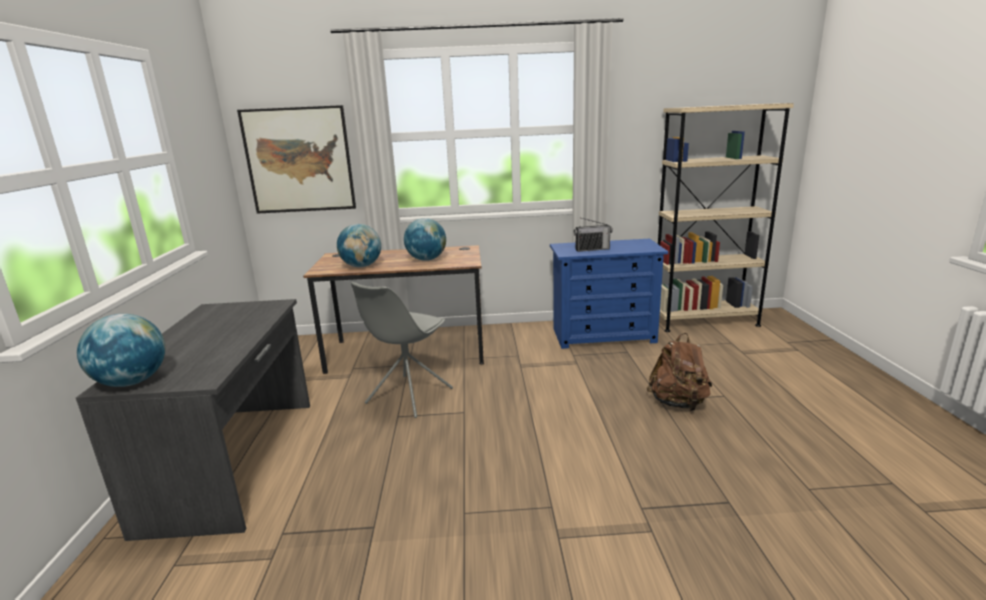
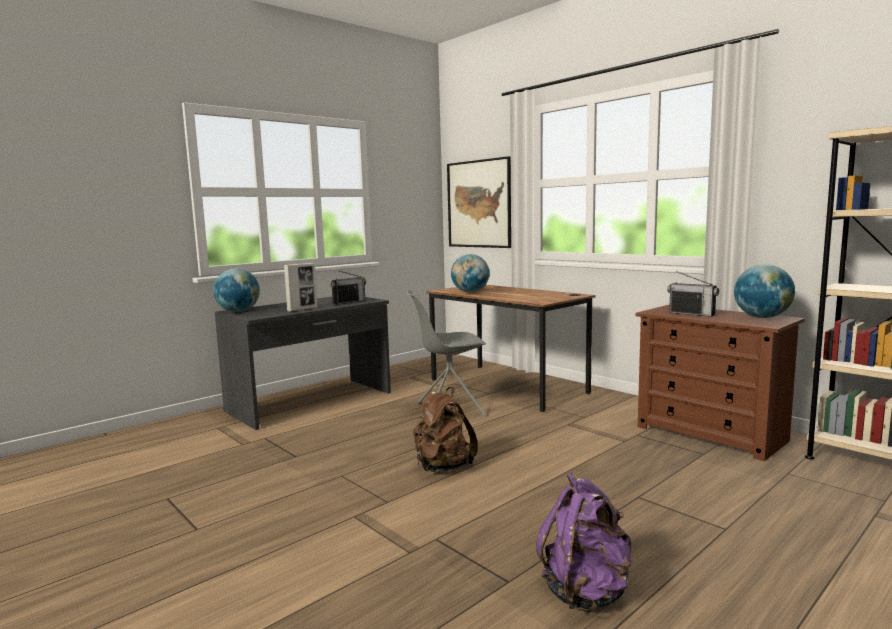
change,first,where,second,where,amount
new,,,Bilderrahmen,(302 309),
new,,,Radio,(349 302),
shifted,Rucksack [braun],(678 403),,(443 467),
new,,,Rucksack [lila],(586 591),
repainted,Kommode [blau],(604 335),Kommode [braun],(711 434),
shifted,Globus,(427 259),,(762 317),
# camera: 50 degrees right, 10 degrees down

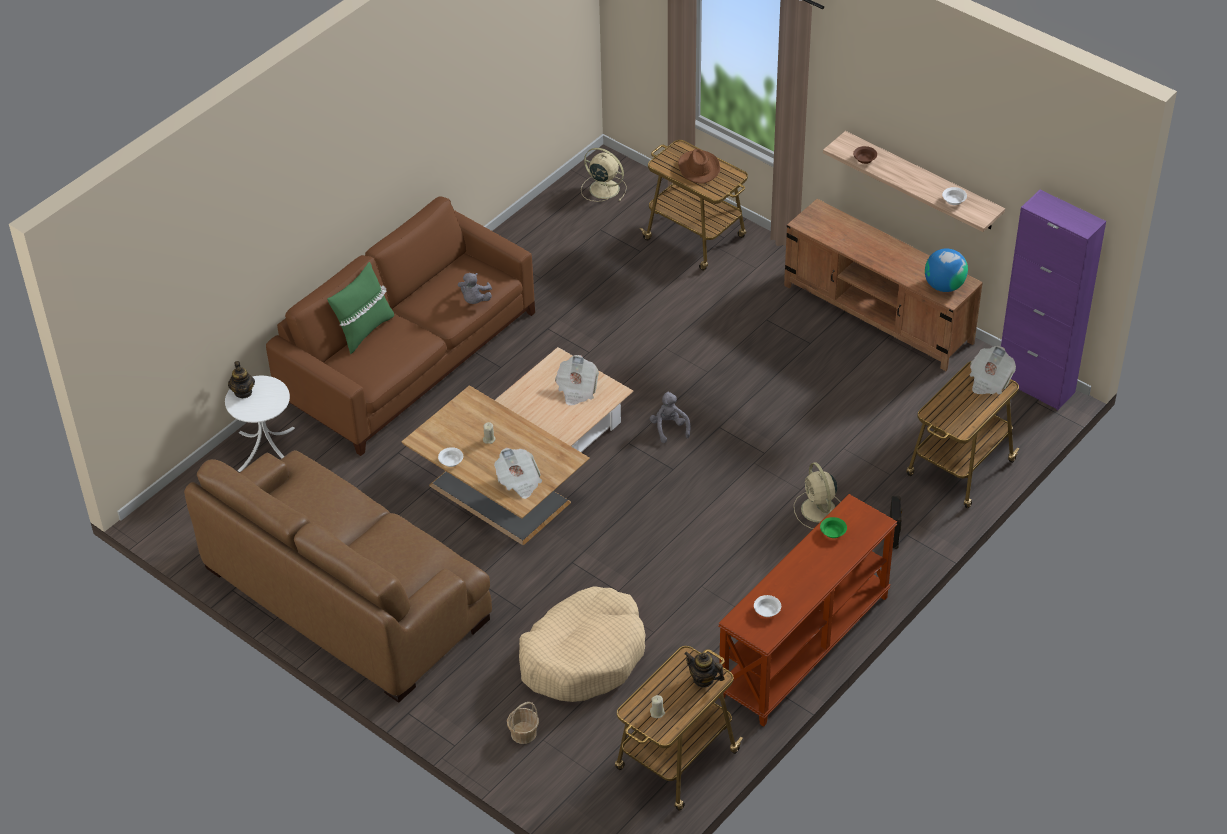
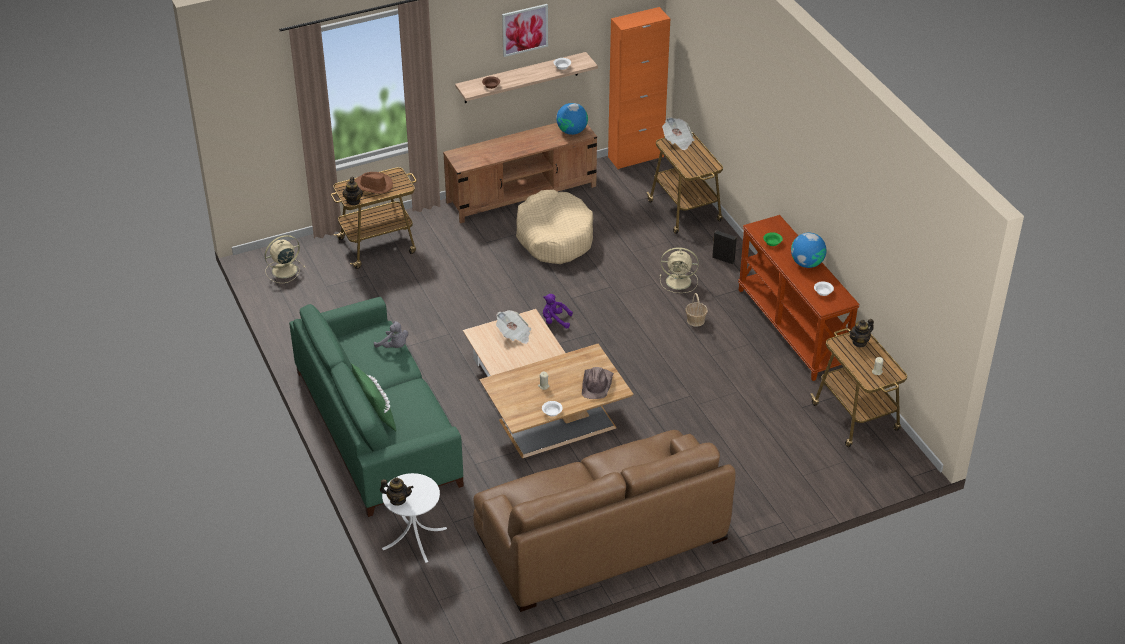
change,first,where,second,where,amount
repainted,Sofa [braun],(410 357),Sofa [grün],(378 427),
new,,,Teekanne,(353 201),
new,,,Bild,(524 29),
shifted,Hundebett [beige],(583 656),,(554 237),
repainted,Plüschtier [grau],(669 428),Plüschtier [lila],(555 321),
swapped,Zeitung,(519 481),Hut [braun],(597 384),
repainted,Schrank [lila],(1035 385),Schrank [orange],(635 157),
shifted,Korb,(523 733),,(695 320),
new,,,Globus,(807 263),
# camera: 65 degrees left, 5 degrees down

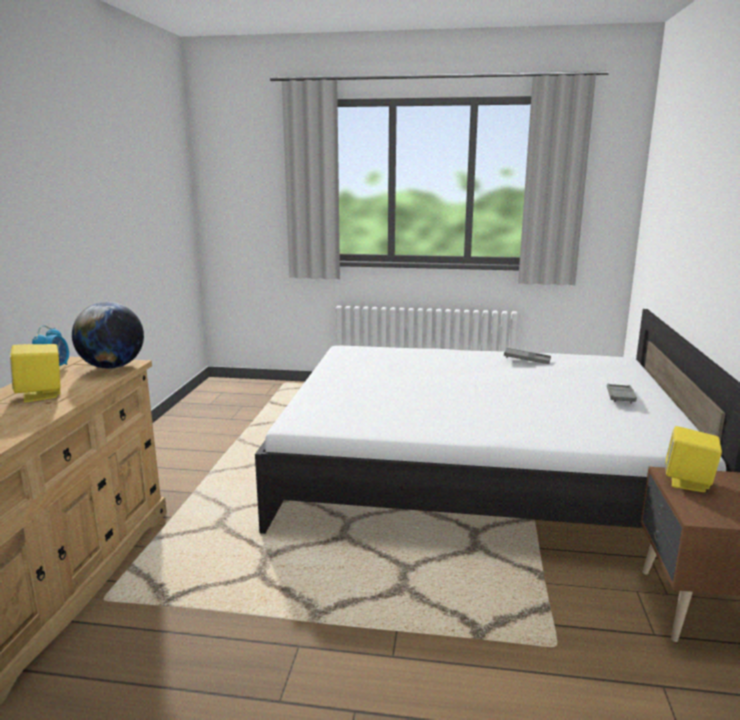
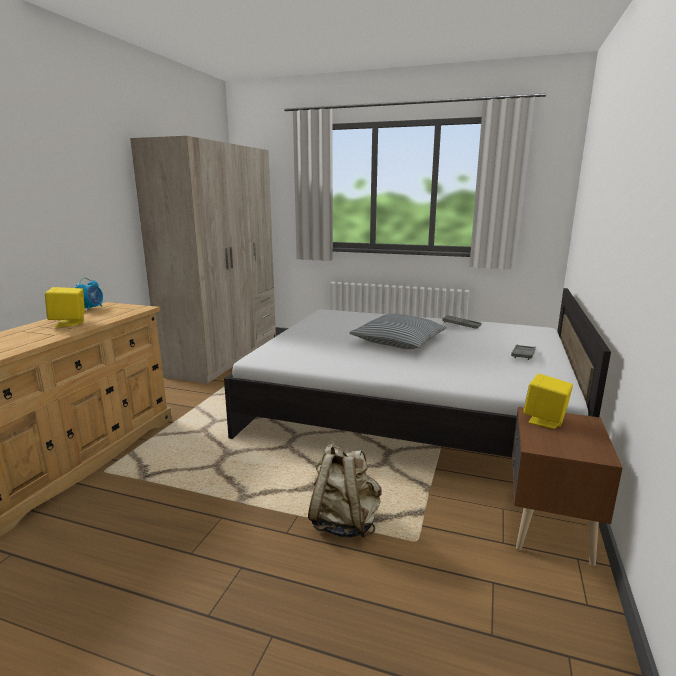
change,first,where,second,where,amount
new,,,Kleiderschrank [beige],(224 356),
new,,,Rucksack [beige],(344 522),
new,,,Kissen,(398 341),
gone,Globus,(112 367),,,
# camera: 10 degrees right, 0 degrees up

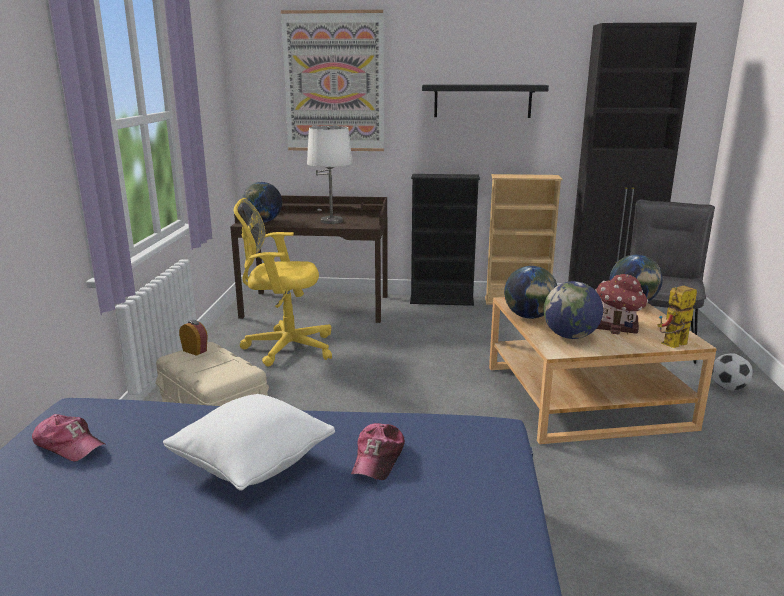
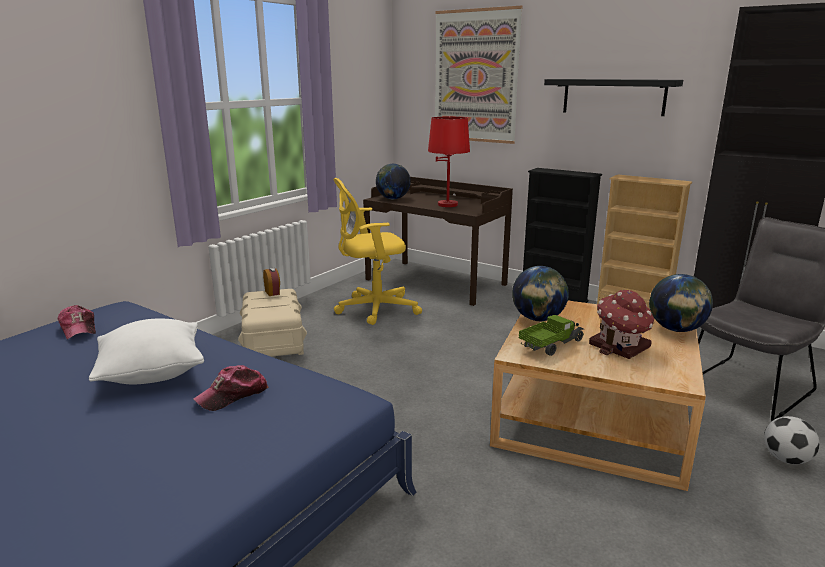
change,first,where,second,where,amount
rotated,Bürostuhl [gelb],(285 347),,(373 309),45 degrees counterclockwise
repainted,Tischlampe [weiß],(331 221),Tischlampe [rot],(447 205),
swapped,Globus,(570 336),Spielzeuglaster,(551 345),
gone,Spielzeugroboter,(672 346),,,
# camera: 30 degrees right, 0 degrees up

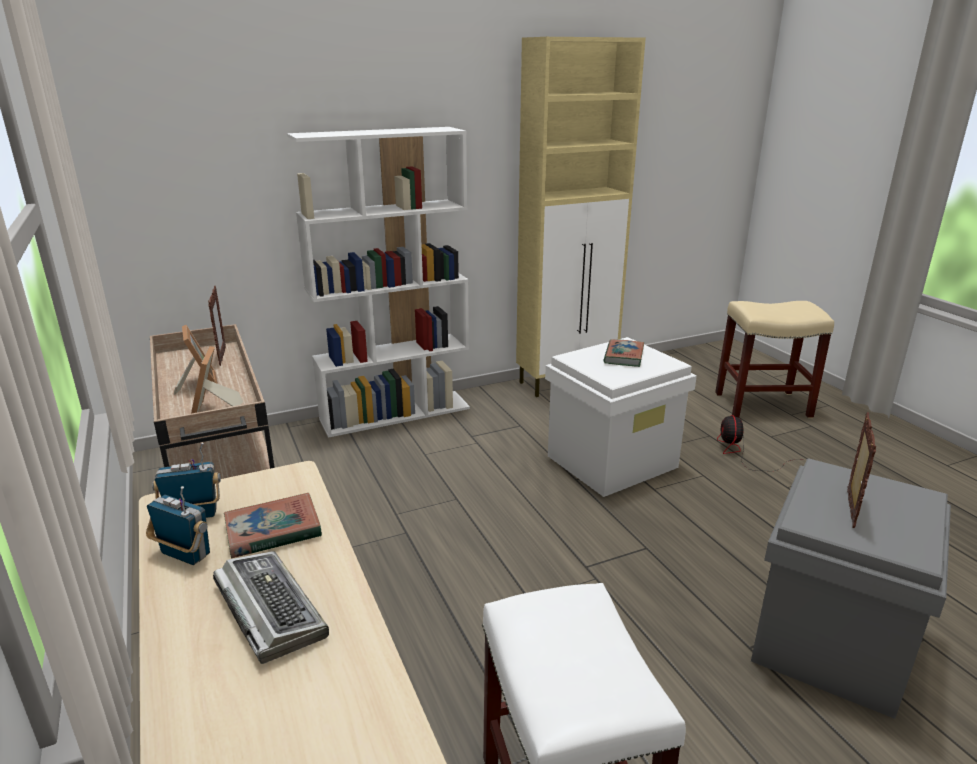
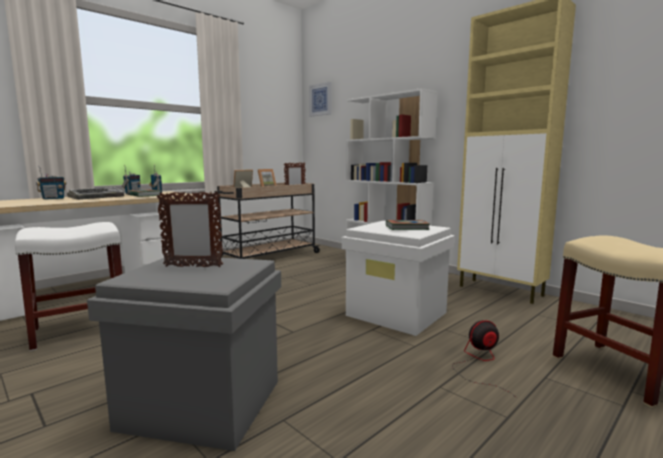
change,first,where,second,where,amount
new,,,Radio,(53 198),
new,,,Bild,(320 99),
# camera: 70 degrees right, 15 degrees down

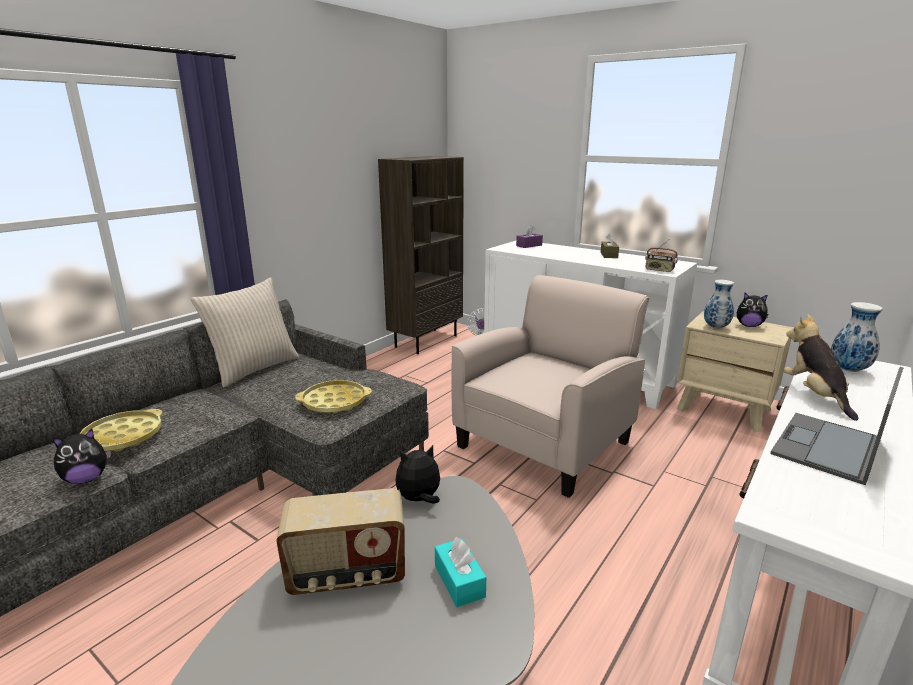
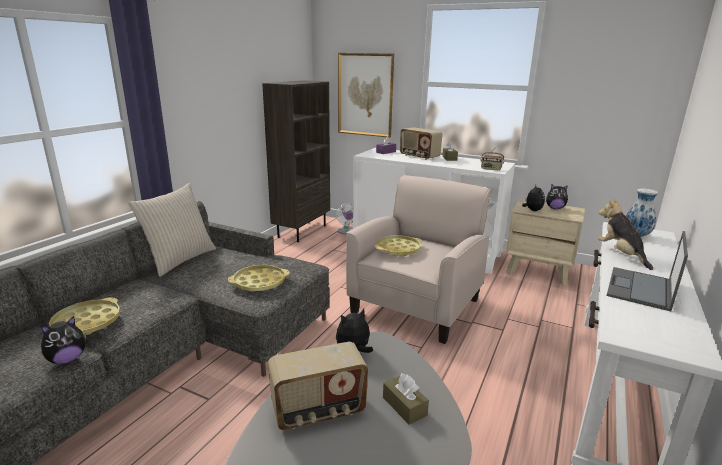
change,first,where,second,where,amount
new,,,Bild,(365 95),
new,,,Tablett [gelb],(398 249),
repainted,Taschentuchbox [türkis],(459 581),Taschentuchbox [braun],(404 406),
new,,,Radio,(419 156),
swapped,Vase,(715 327),Plüschtier,(532 210),
# camera: 10 degrees left, 0 degrees up

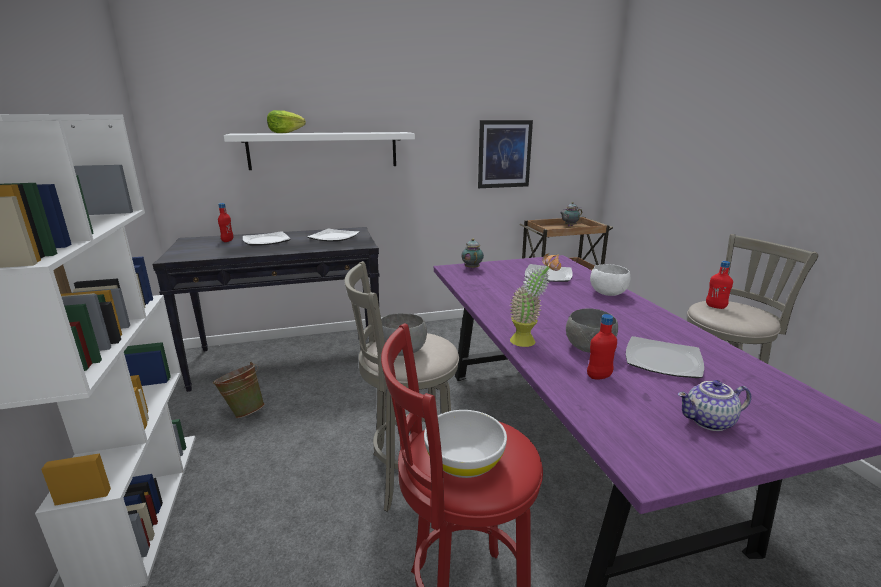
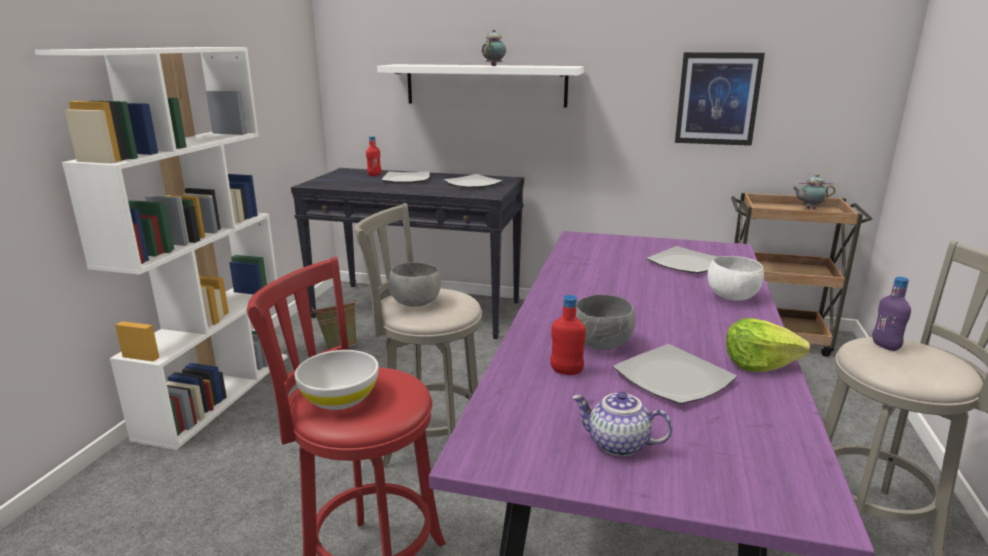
change,first,where,second,where,amount
shifted,Teekanne,(472 268),,(494 66),
shifted,Salatkopf,(285 133),,(758 364),
repainted,Flasche [rot],(715 306),Flasche [lila],(885 346),
gone,Topfpflanze,(529 341),,,
# camera: 30 degrees right, 0 degrees up

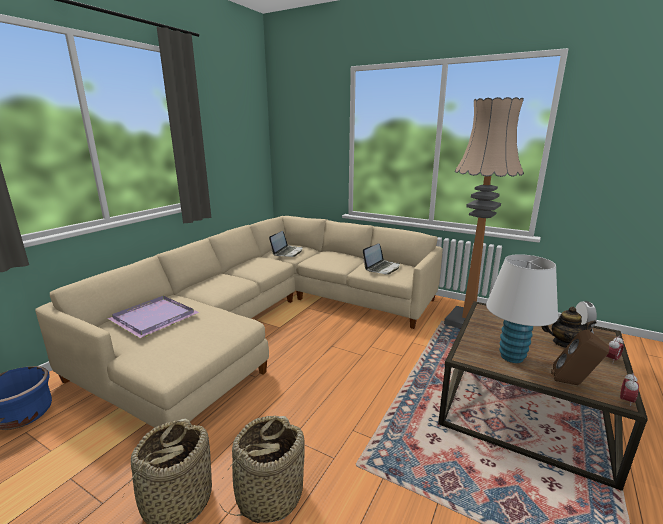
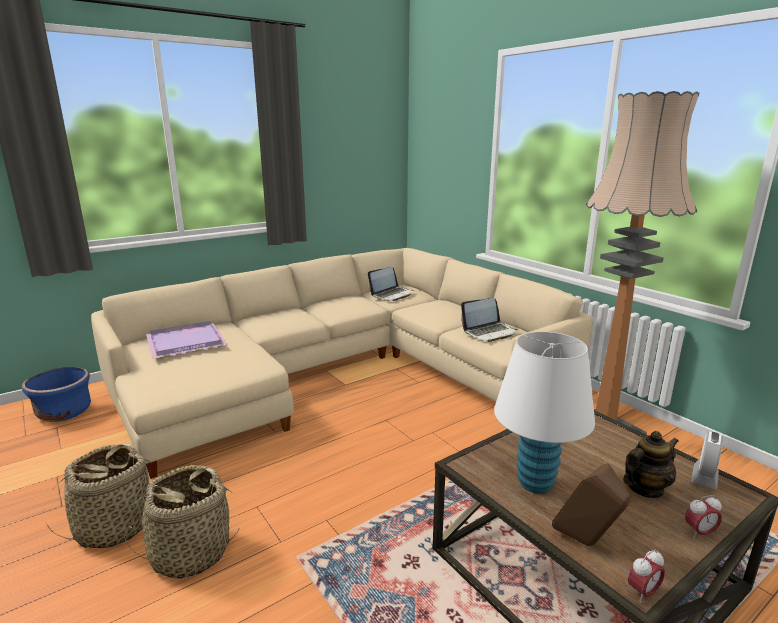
change,first,where,second,where,amount
rotated,Teekanne,(564 343),,(645 488),75 degrees counterclockwise
# camera: 25 degrees right, 0 degrees up

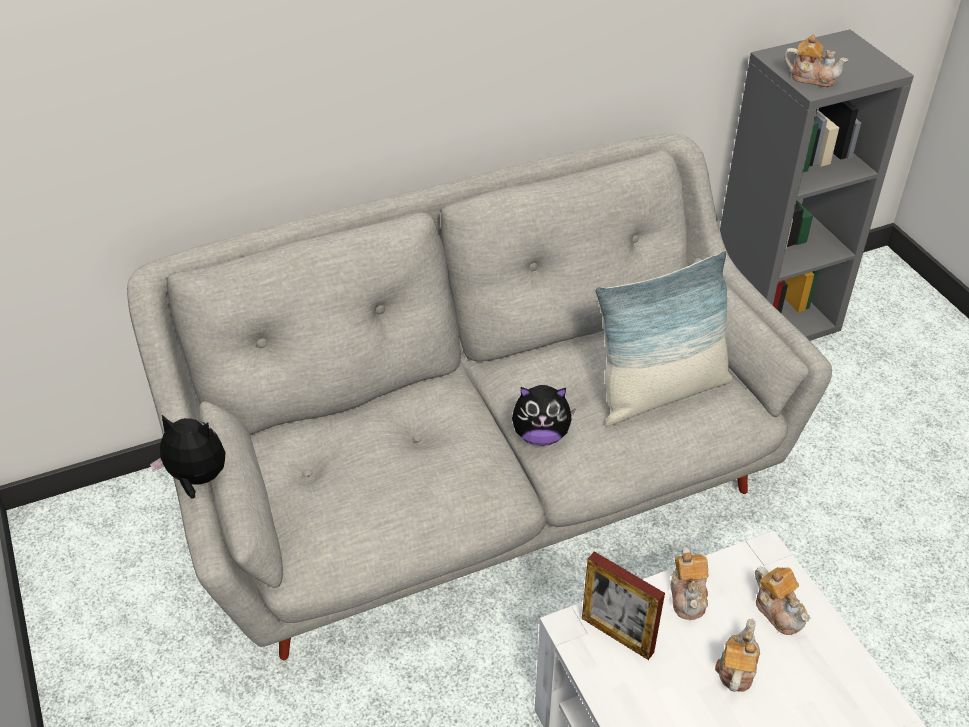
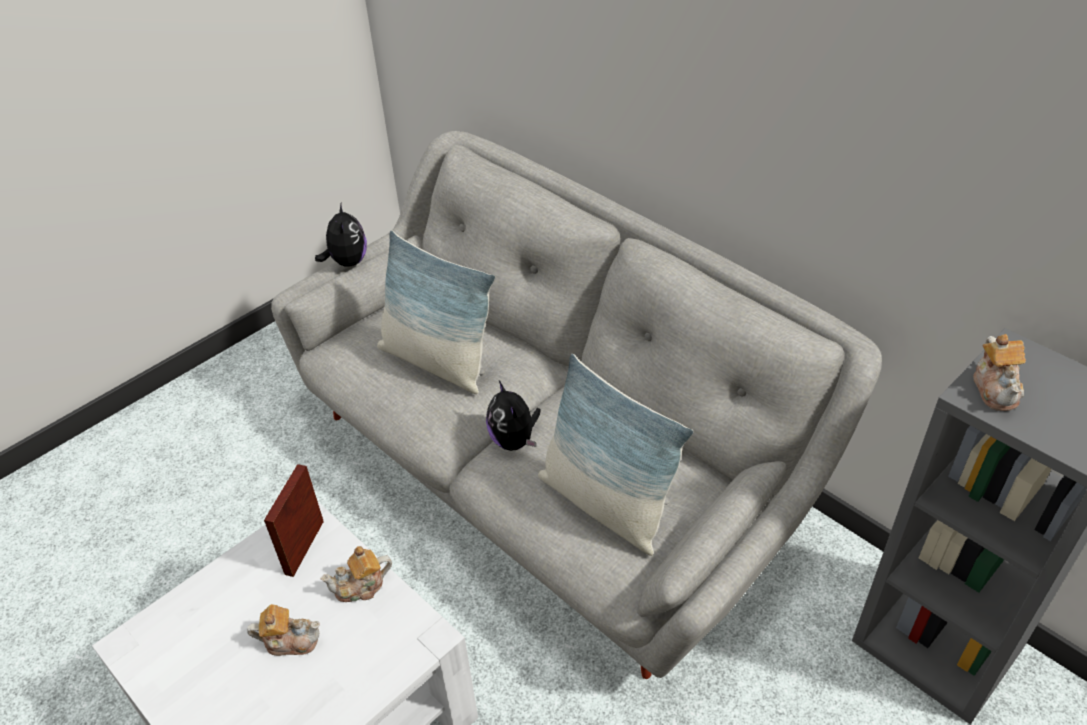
change,first,where,second,where,amount
new,,,Kissen,(436 362),
gone,Teekanne,(779 611),,,
# camera: 70 degrees right, 0 degrees up

